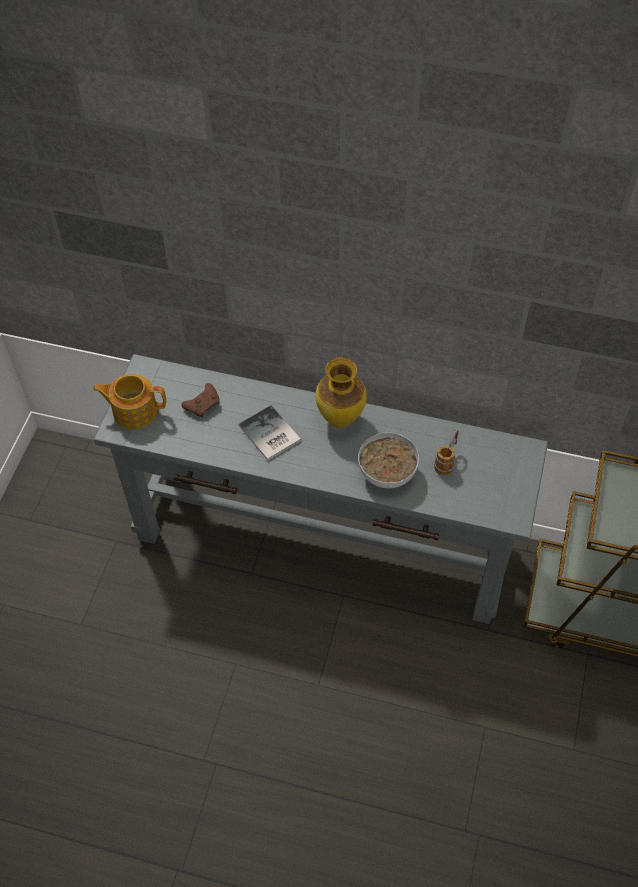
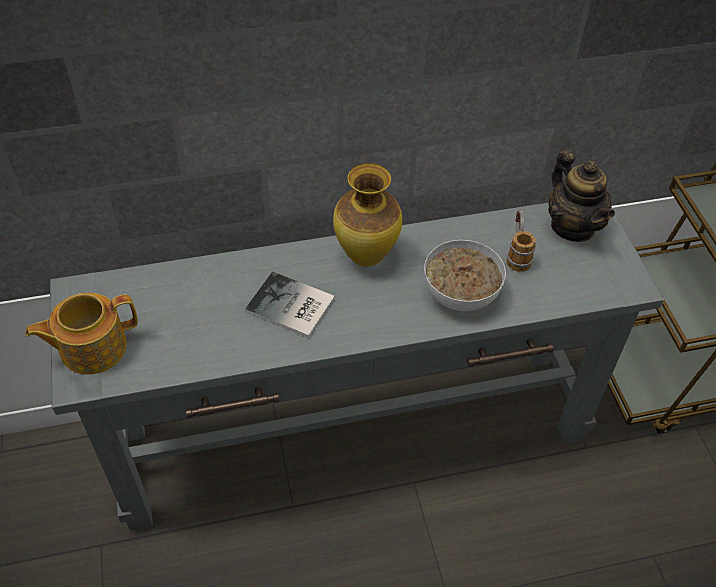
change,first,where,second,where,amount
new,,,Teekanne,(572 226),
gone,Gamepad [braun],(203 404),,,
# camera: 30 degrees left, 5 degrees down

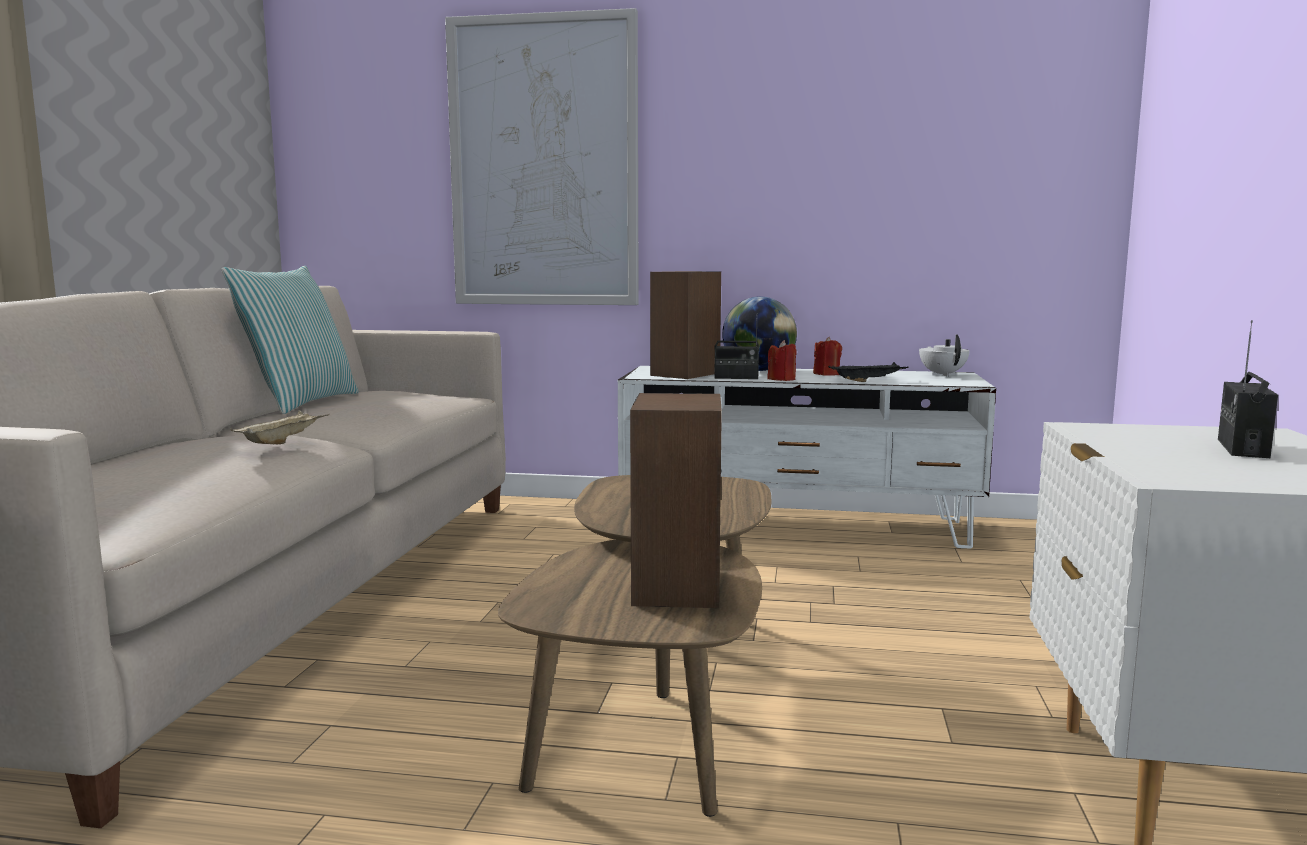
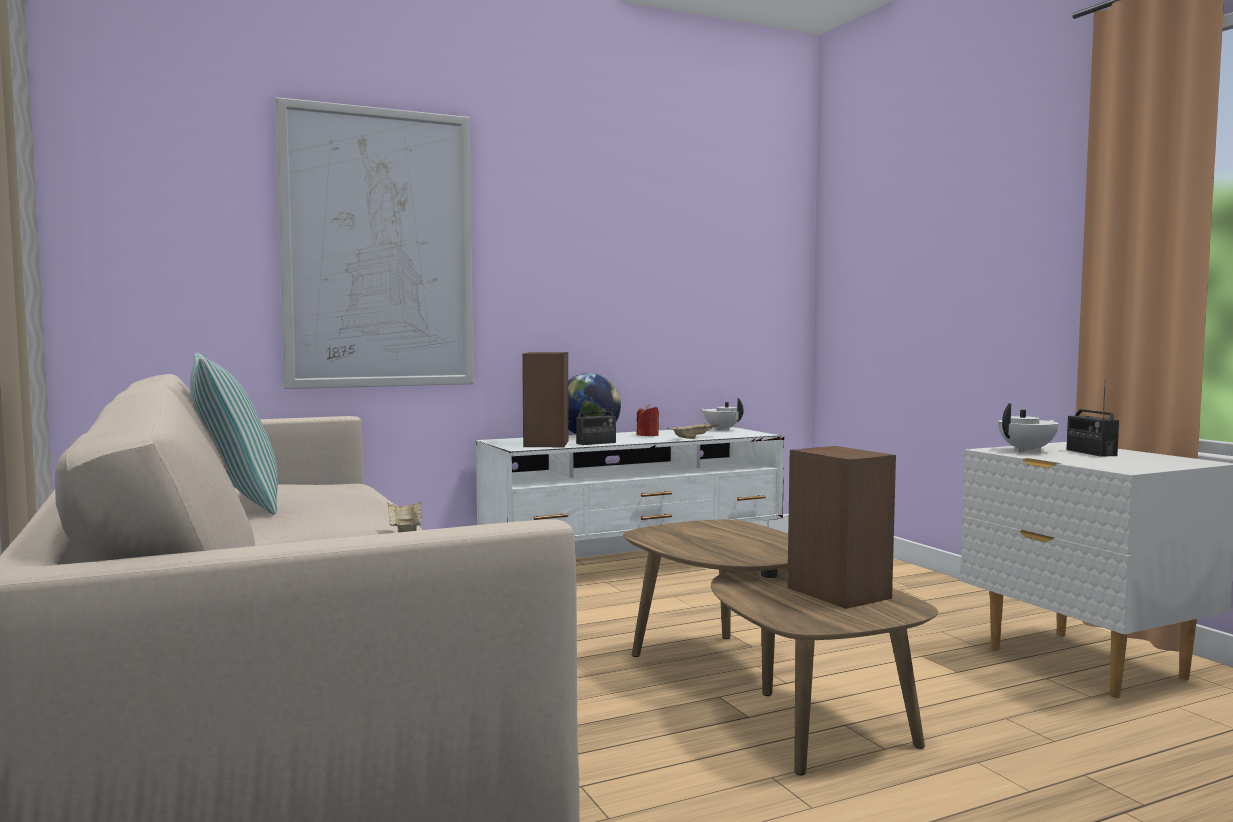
change,first,where,second,where,amount
repainted,Tablett [schwarz],(867 381),Tablett [beige],(693 438),
new,,,Teekanne [weiß],(1027 451),
gone,Kerze [rot],(782 379),,,
# camera: 35 degrees left, 5 degrees down

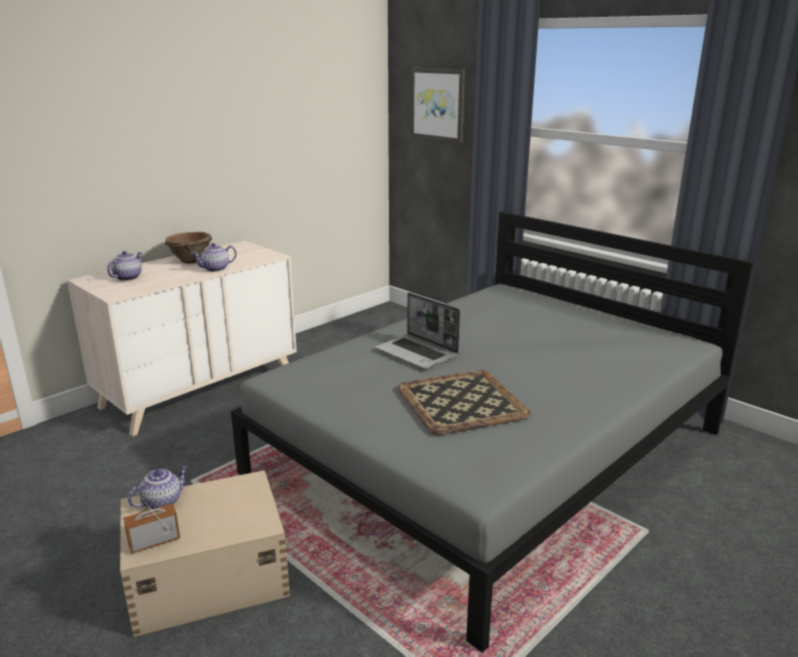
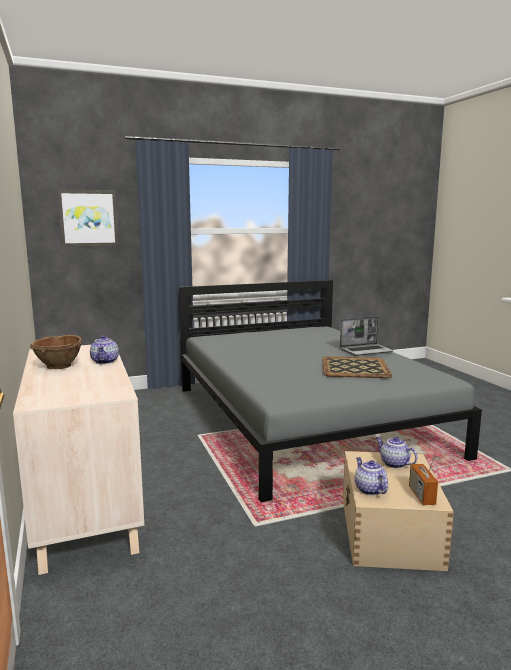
change,first,where,second,where,amount
shifted,Laptop,(418 353),,(366 351),
shifted,Teekanne,(128 277),,(393 463),
# camera: 65 degrees left, 10 degrees down

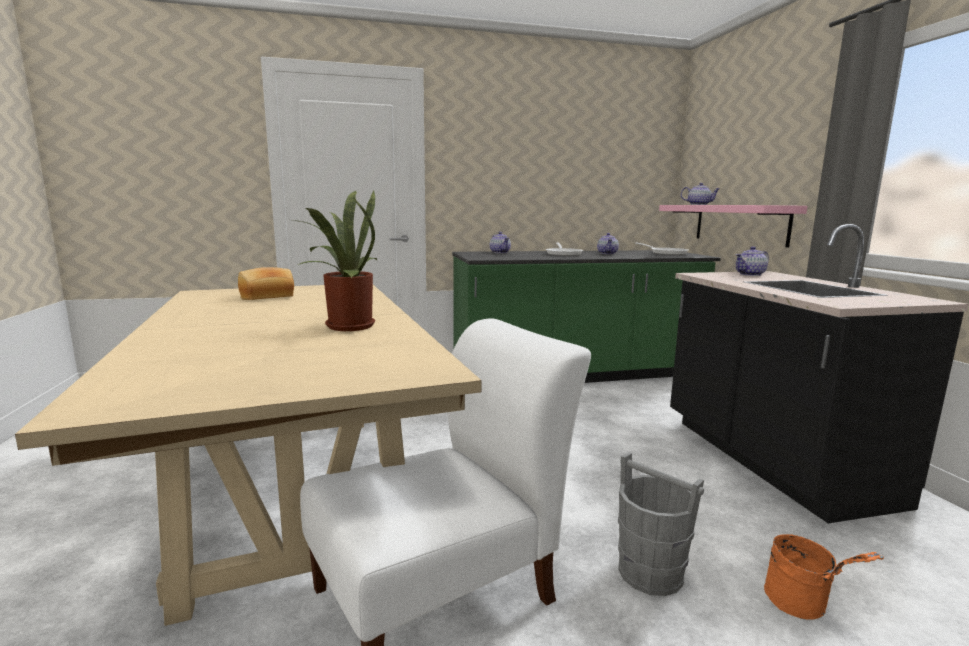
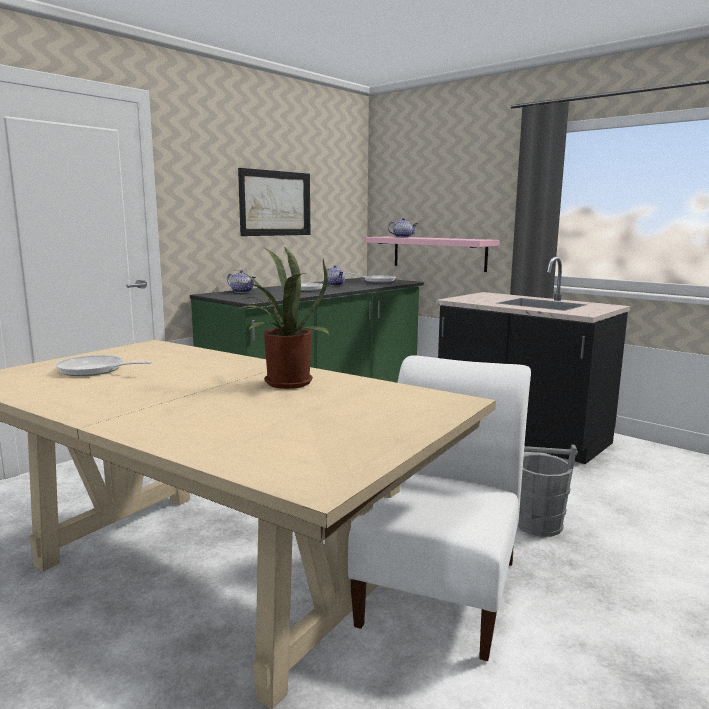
change,first,where,second,where,amount
swapped,Brot,(267 297),Pfanne,(95 370),
new,,,Bild,(275 203),
gone,Teekanne,(750 274),,,
gone,Eimer [orange],(804 607),,,
# camera: 35 degrees left, 0 degrees up

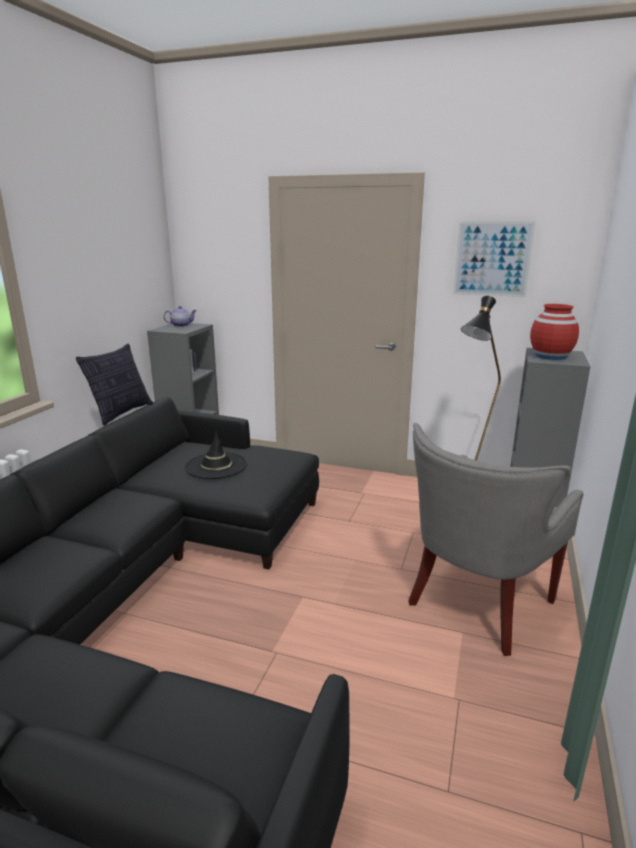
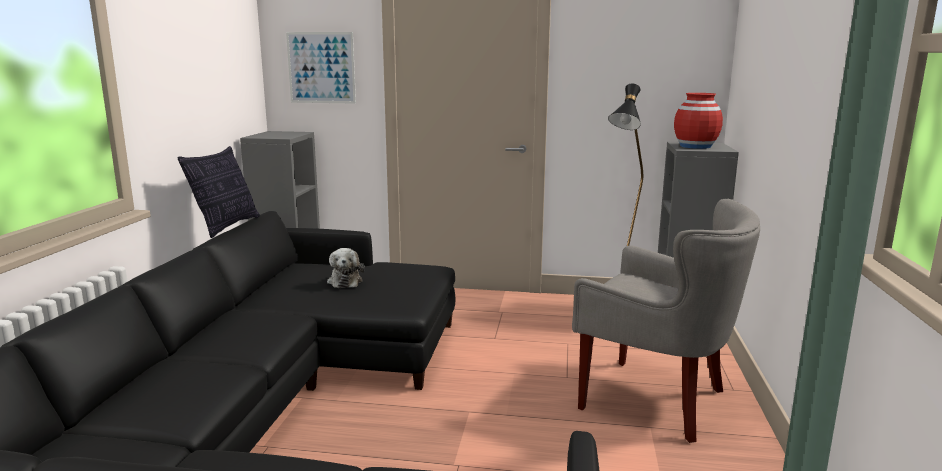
change,first,where,second,where,amount
shifted,Bild,(492 259),,(321 68),
swapped,Hut [schwarz],(216 466),Plüschtier,(345 281),
rotated,Sessel [grau],(477 604),,(656 401),90 degrees counterclockwise
gone,Teekanne,(181 325),,,
# camera: 10 degrees left, 5 degrees down

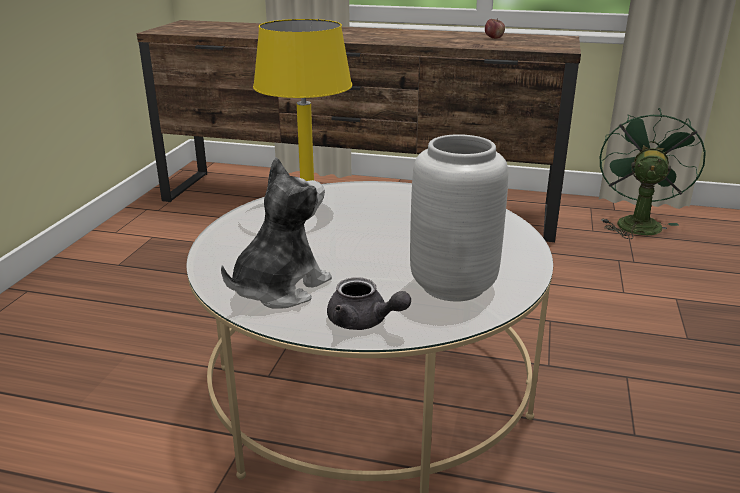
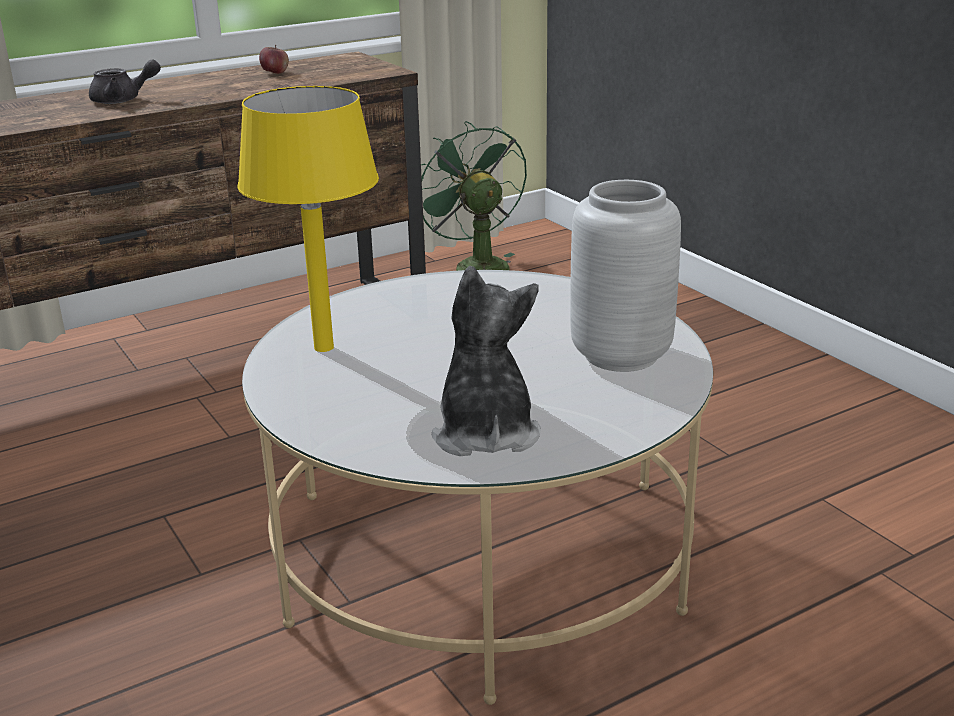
change,first,where,second,where,amount
shifted,Teekanne [grau],(364 322),,(123 100),
# camera: 45 degrees left, 0 degrees up

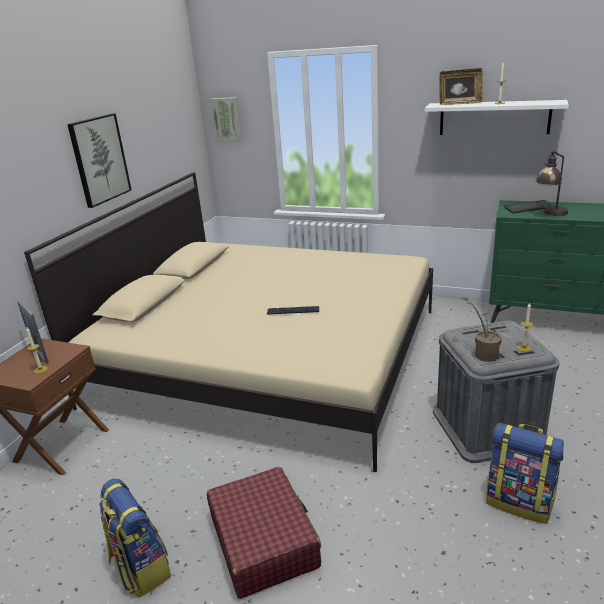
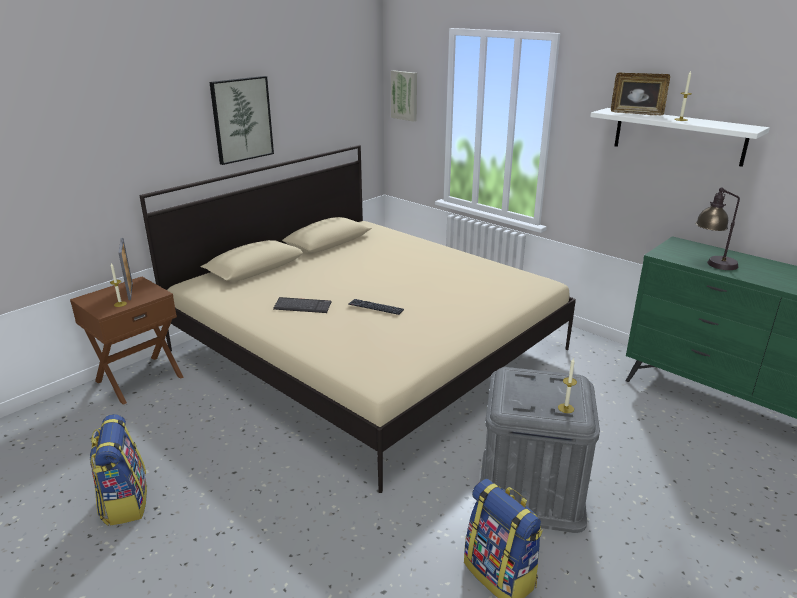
change,first,where,second,where,amount
shifted,Tastatur,(528 208),,(302 306),
gone,Koffer [rot],(263 540),,,
gone,Topfpflanze,(483 354),,,
# camera: 20 degrees right, 0 degrees up

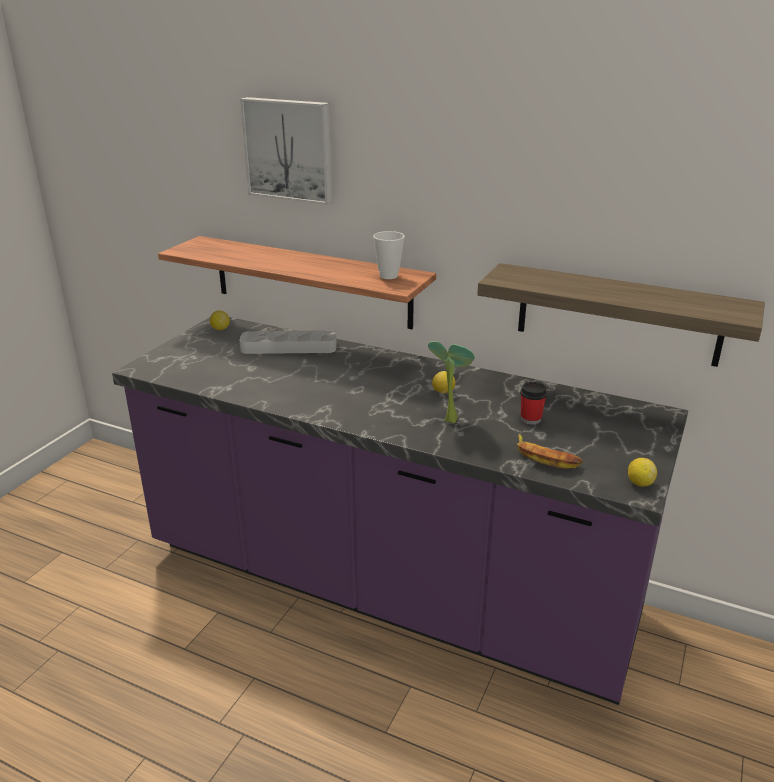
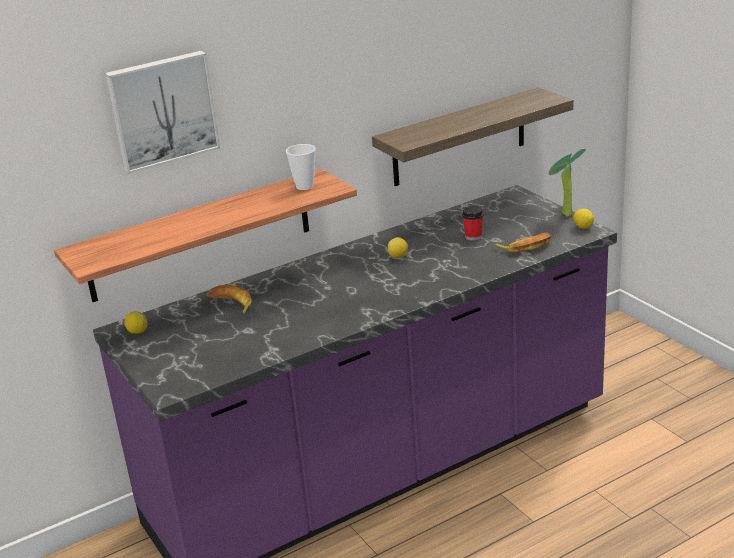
change,first,where,second,where,amount
swapped,Tablett [grau],(289 347),Banane,(230 304),
shifted,Topfpflanze,(449 418),,(564 214),
# camera: 55 degrees left, 0 degrees up

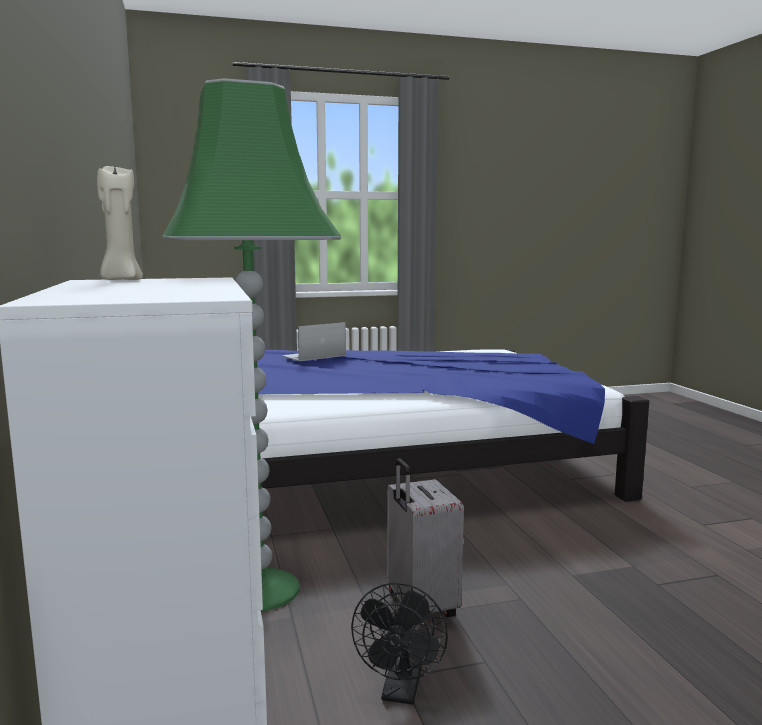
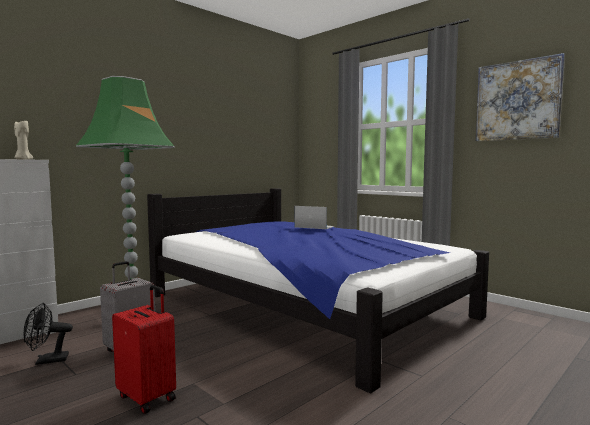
change,first,where,second,where,amount
new,,,Koffer [rot],(148 397),
new,,,Bild,(517 100),
# camera: 60 degrees right, 5 degrees down

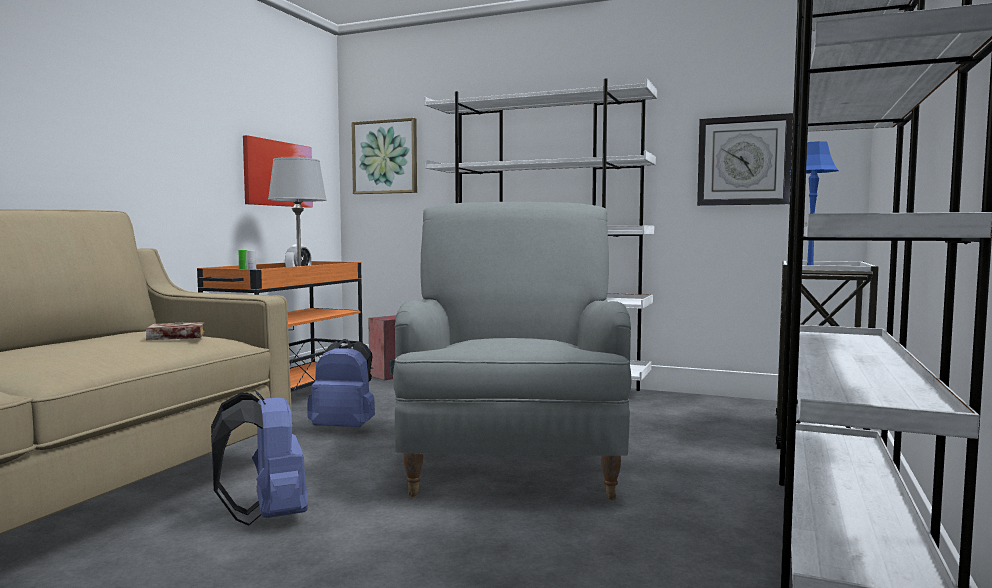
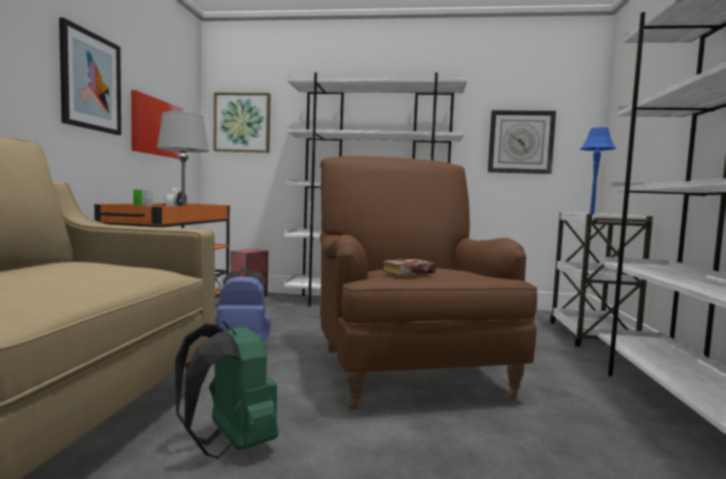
change,first,where,second,where,amount
new,,,Bild,(91 81),
repainted,Rucksack [blau],(267 516),Rucksack [grün],(230 445),
repainted,Sessel [grau],(513 463),Sessel [braun],(407 370),
shifted,Buch,(173 337),,(407 272),
# camera: 15 degrees left, 0 degrees up

